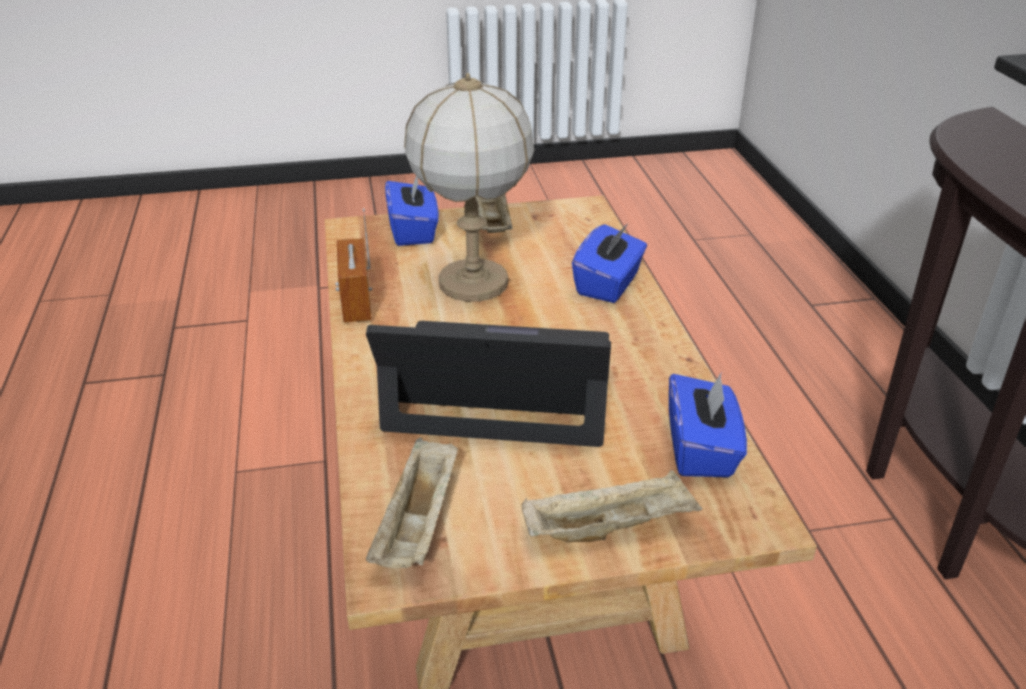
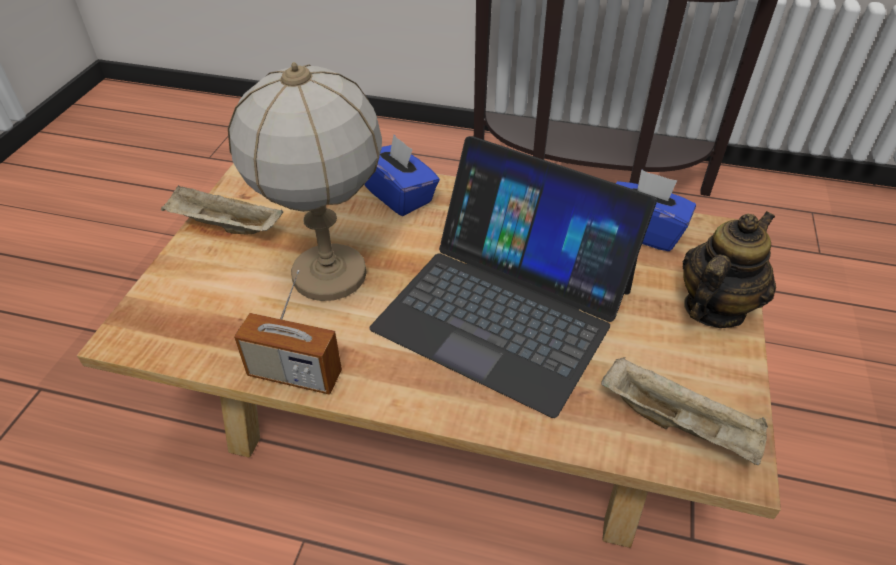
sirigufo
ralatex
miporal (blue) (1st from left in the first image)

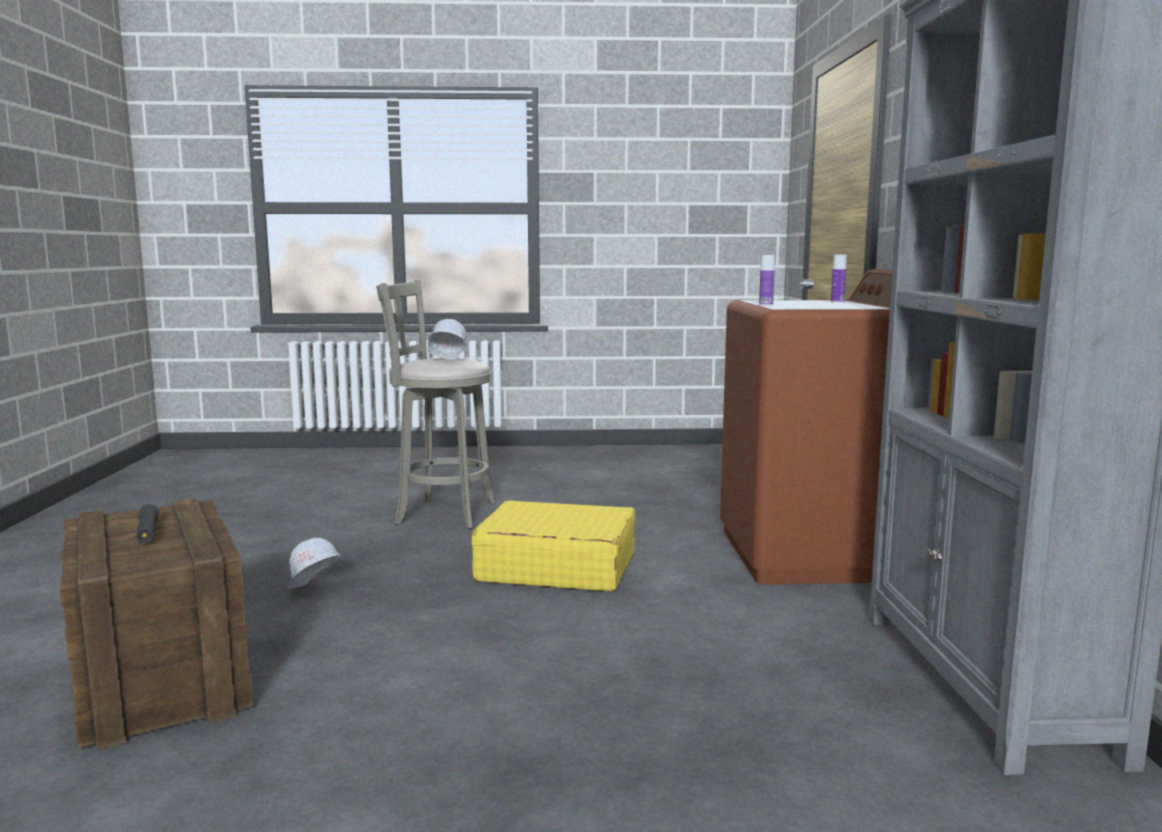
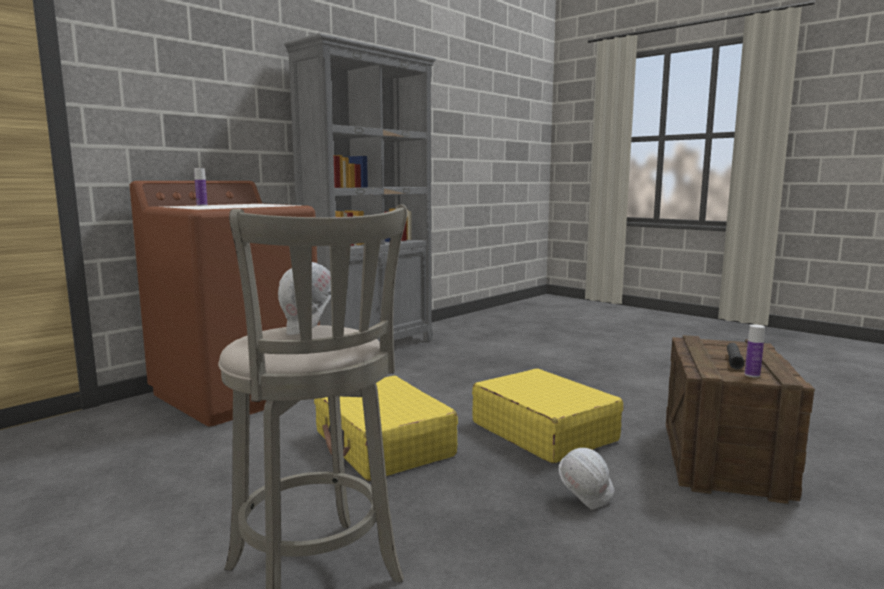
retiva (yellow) (2nd from left)
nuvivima (2nd from left)

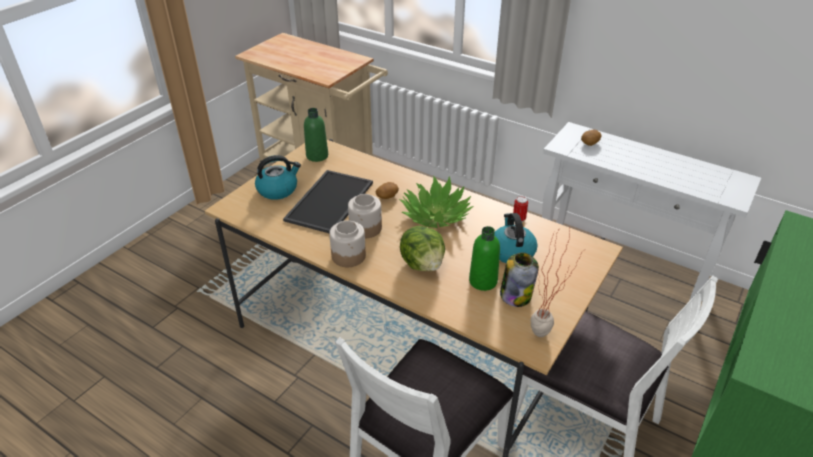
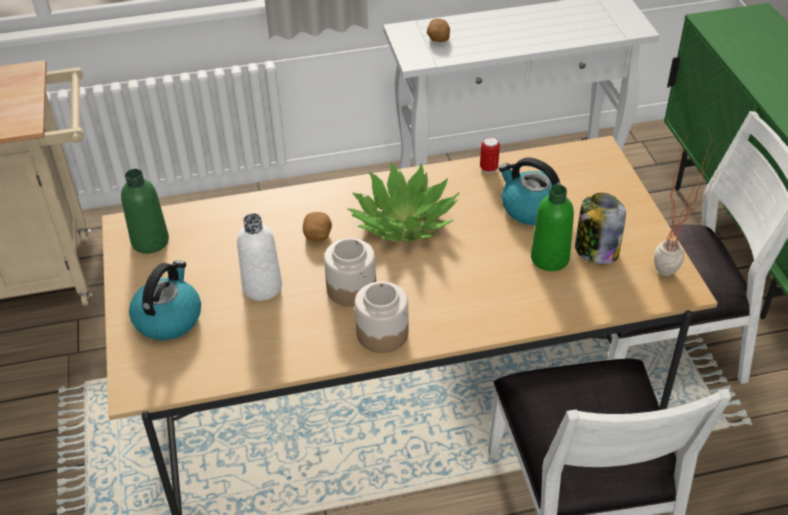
nuvivima (white)
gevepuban

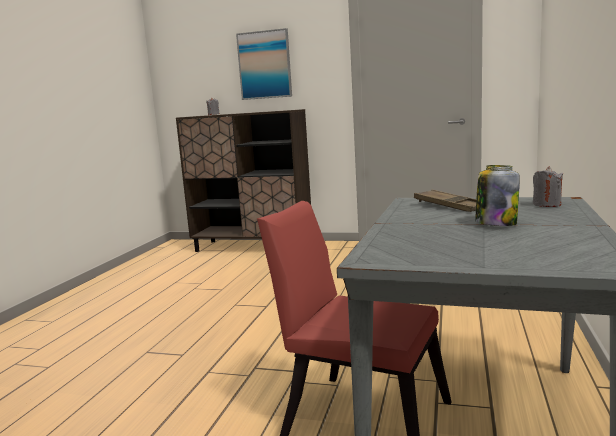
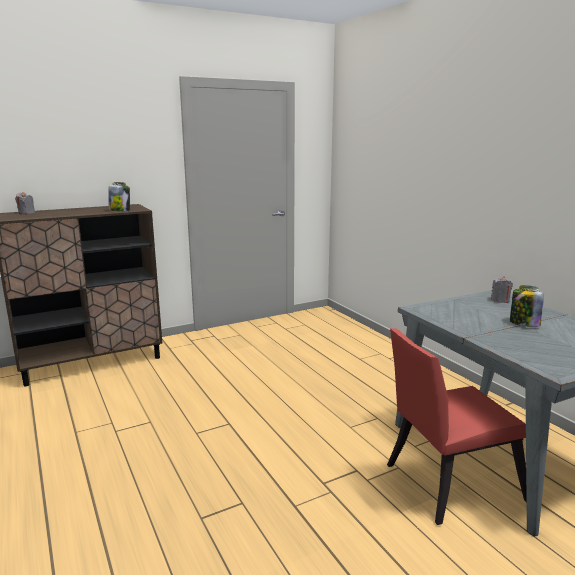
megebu (1st from left)
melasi
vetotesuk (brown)

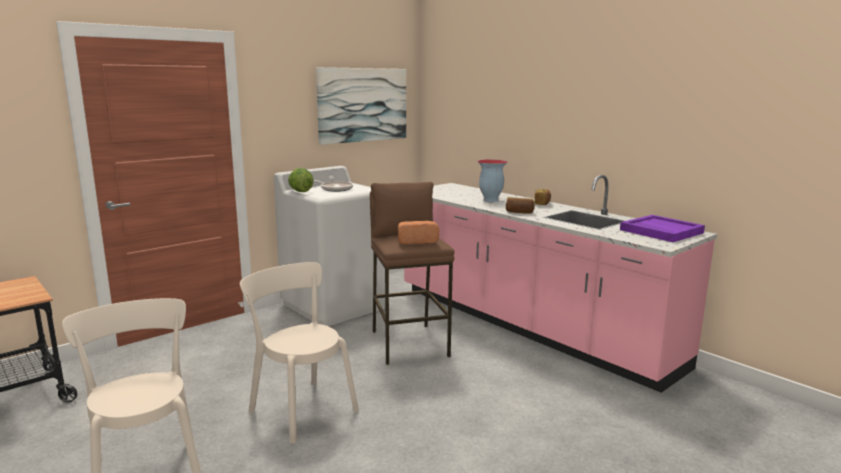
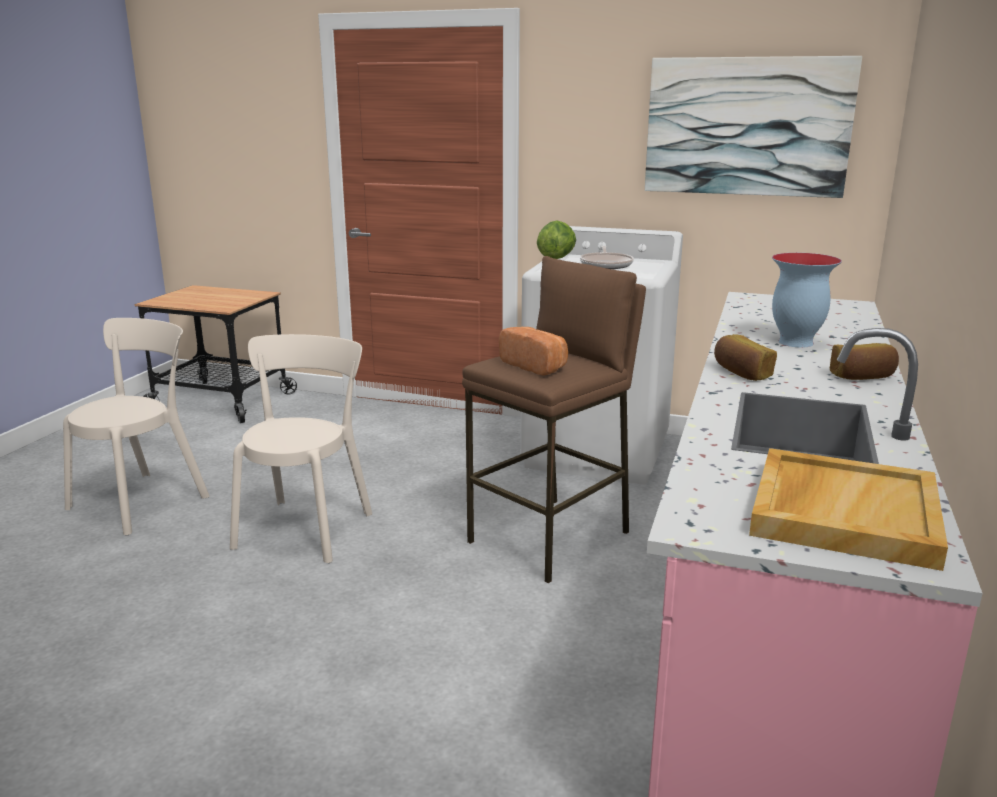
vetotesuk (beige)

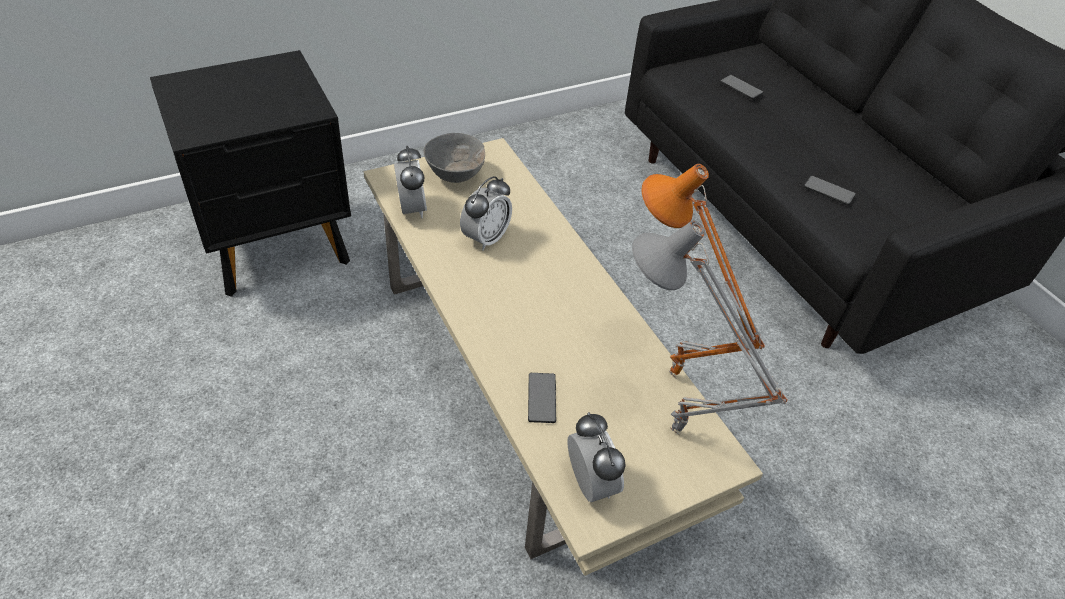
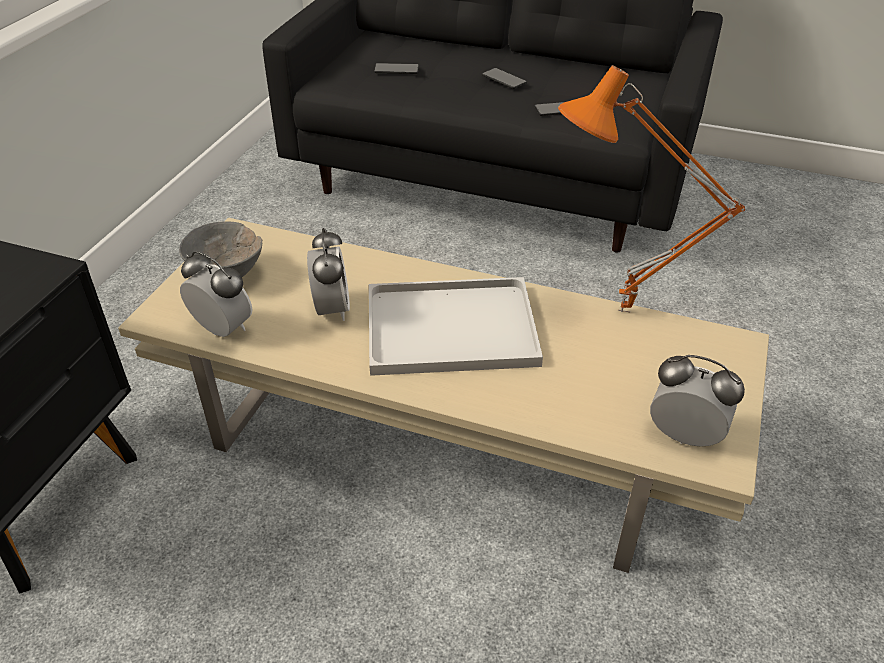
vetotesuk (white)
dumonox (2nd from left)
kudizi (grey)

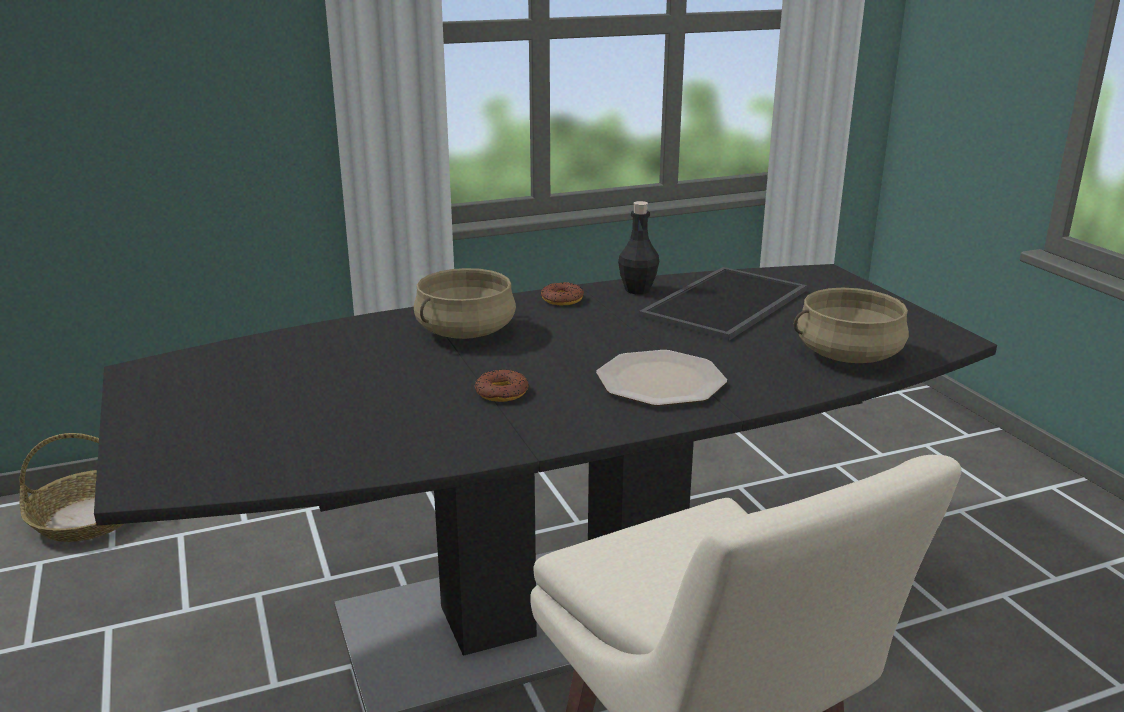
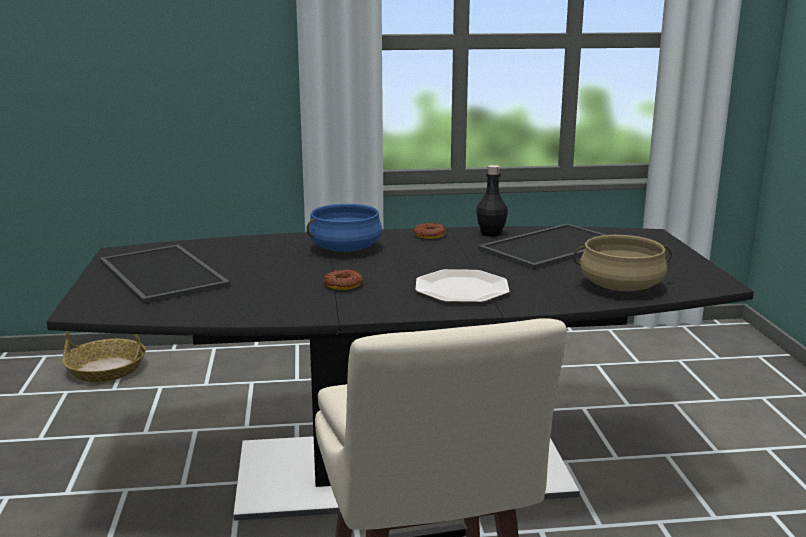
vetotesuk (1st from left)
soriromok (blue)

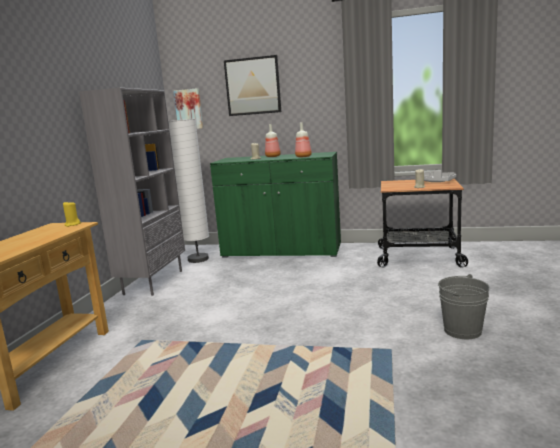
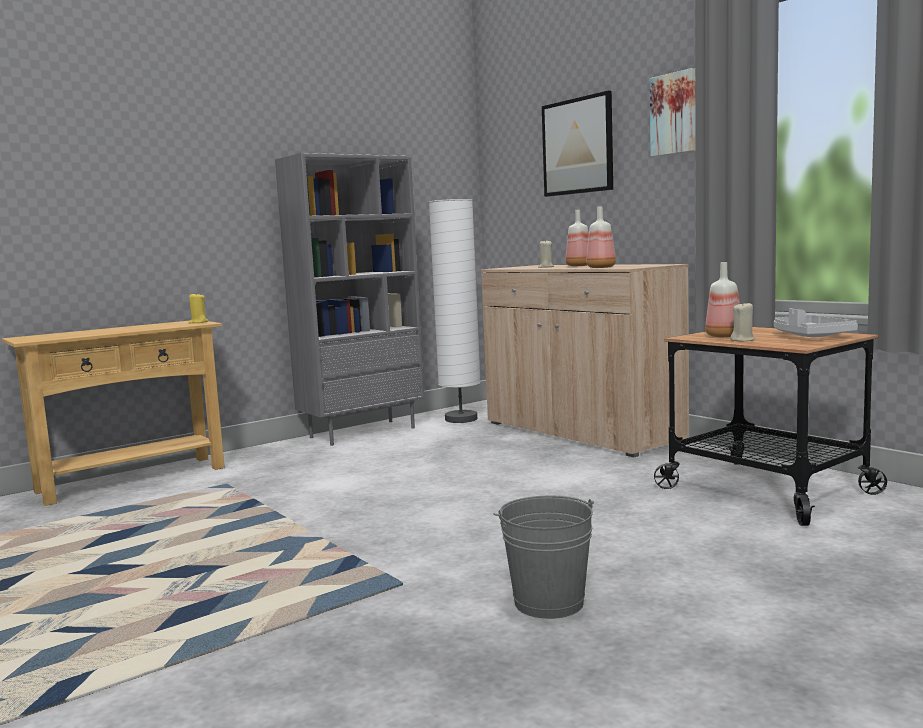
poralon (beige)
melasi (2nd from left)
nuvivima (3rd from left)

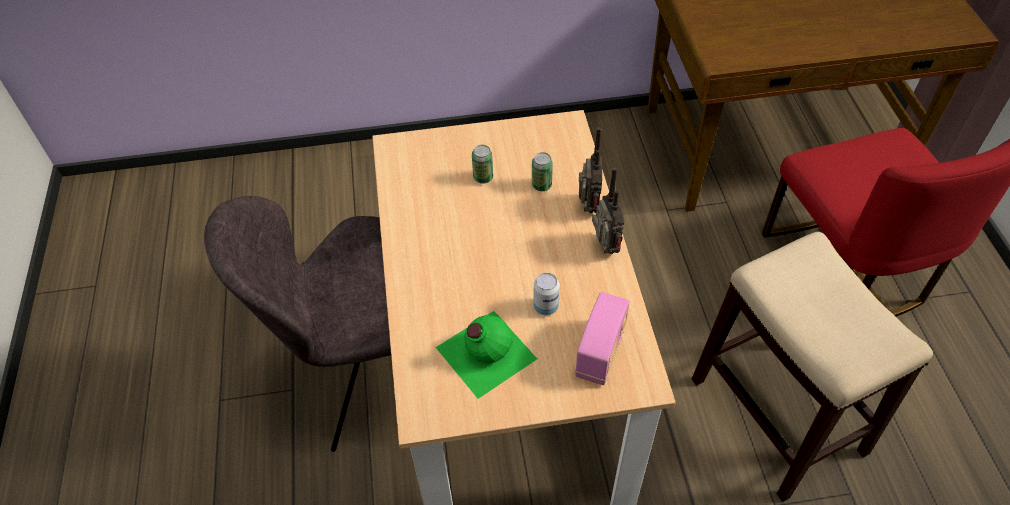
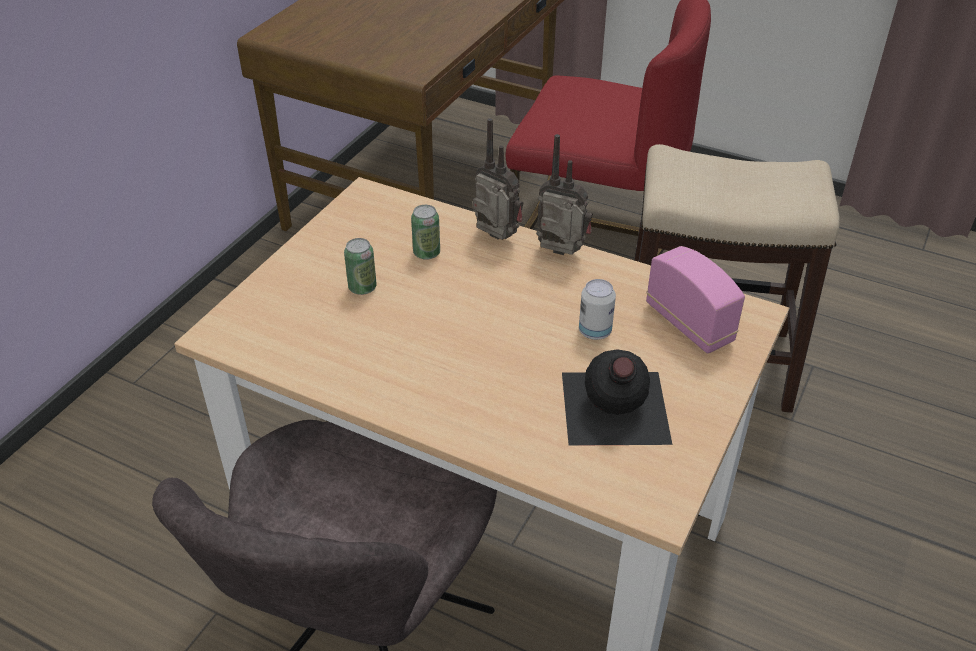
nuvivima (black)

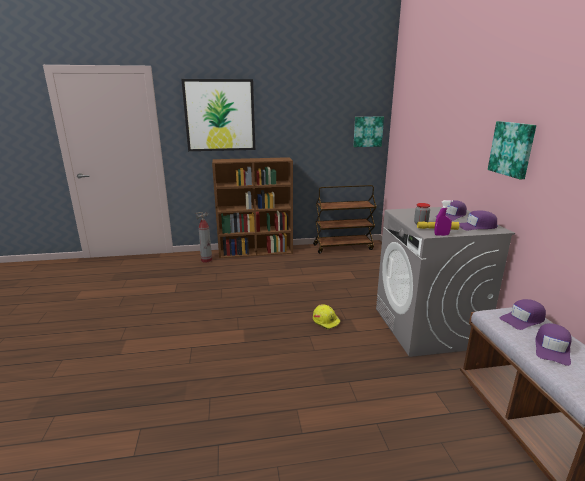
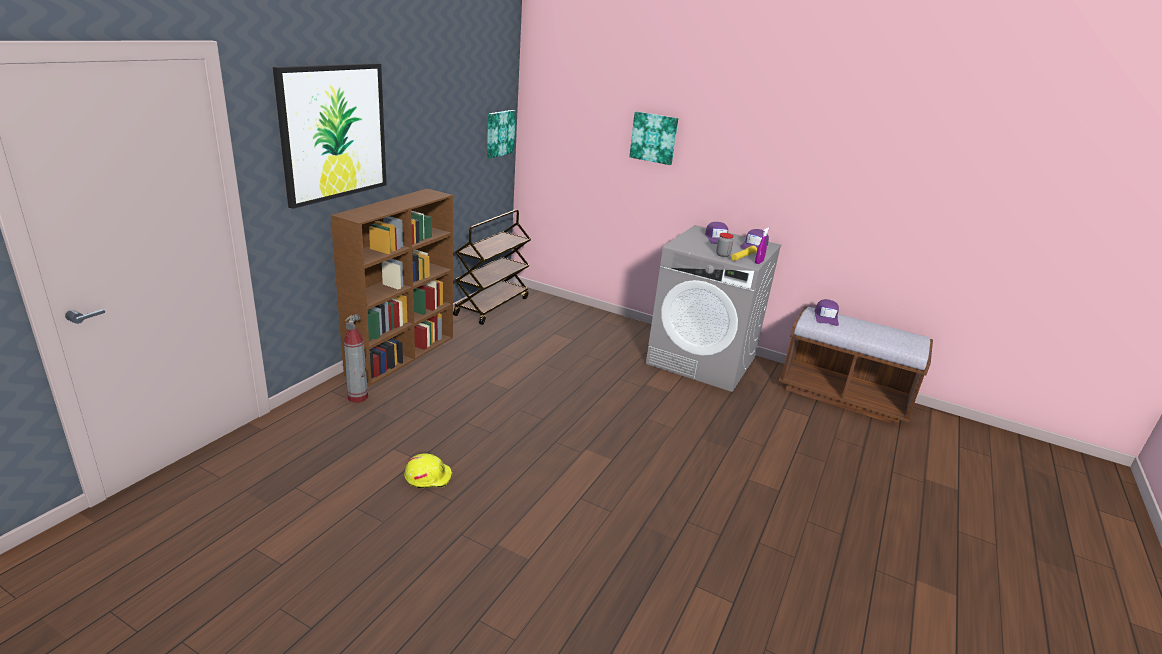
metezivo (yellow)
melasi (3rd from left)
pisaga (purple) (4th from left in the first image)

